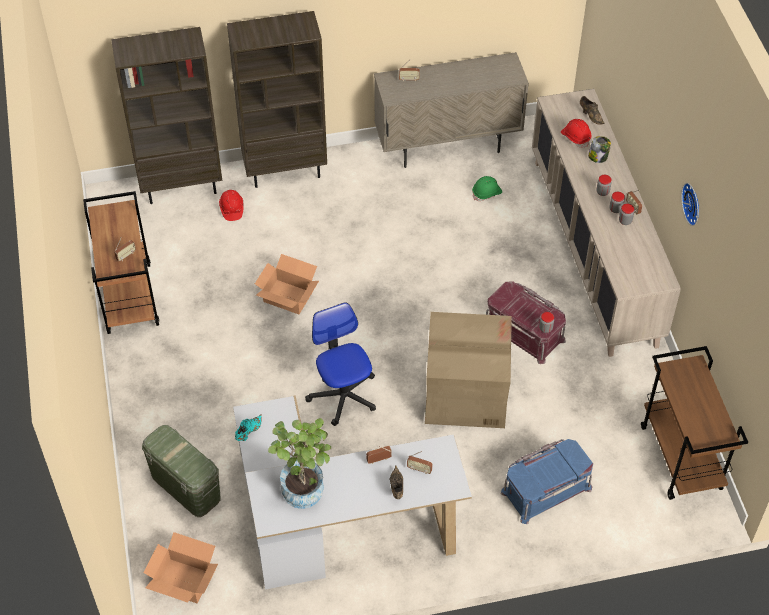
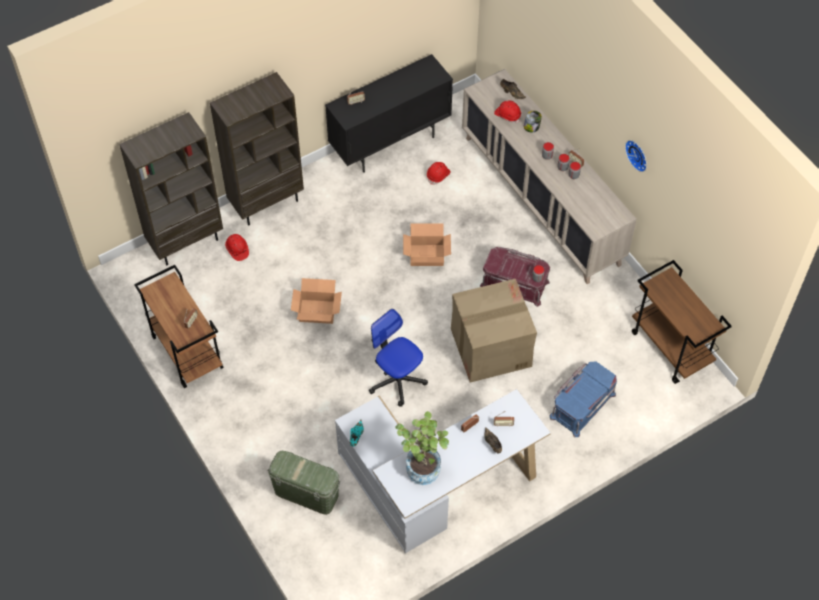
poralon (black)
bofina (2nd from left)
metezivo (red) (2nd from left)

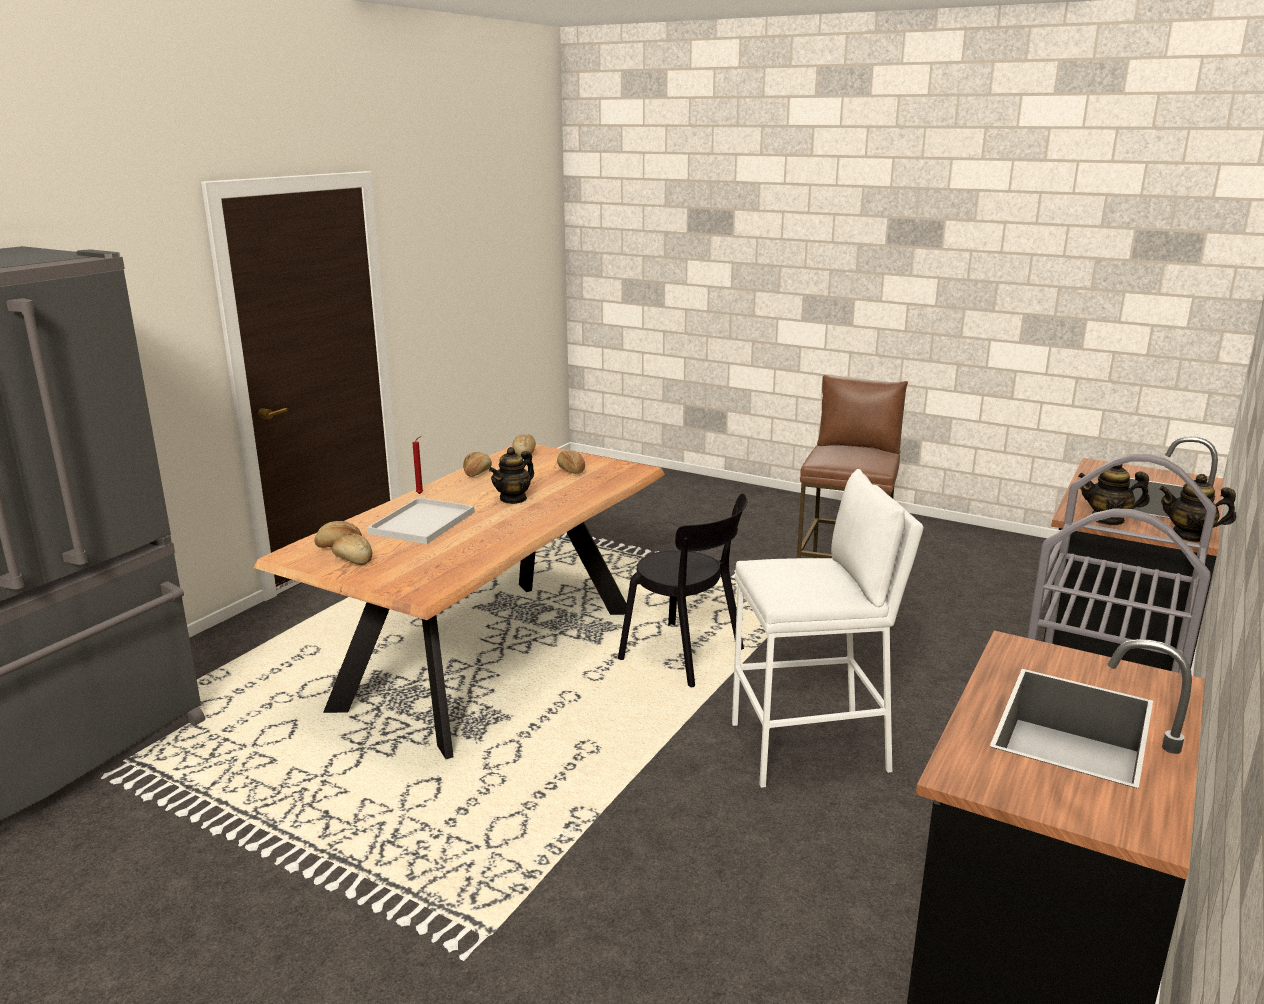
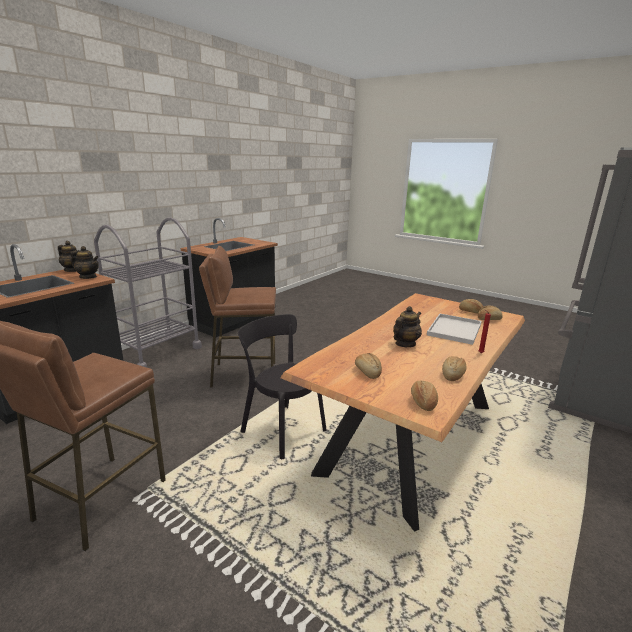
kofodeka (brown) (2nd from left)

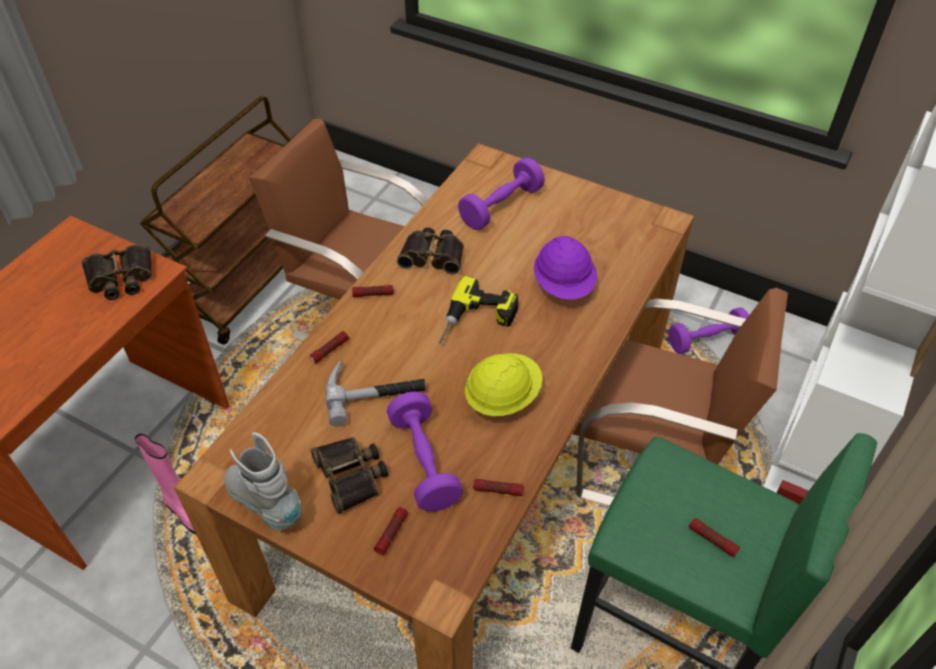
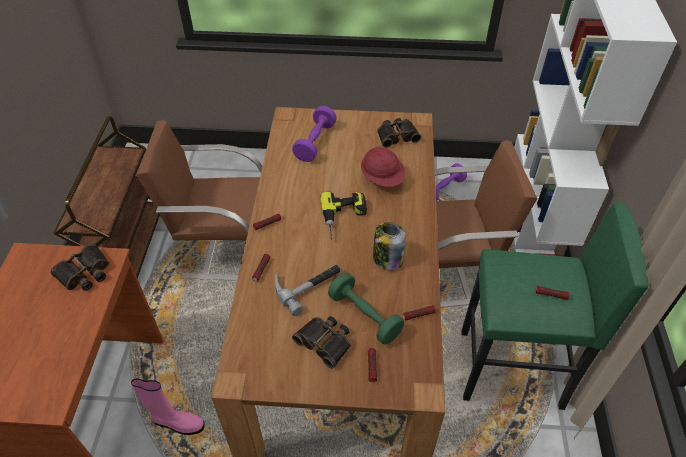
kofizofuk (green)
metezivo (red)
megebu
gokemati (3rd from left)
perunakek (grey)

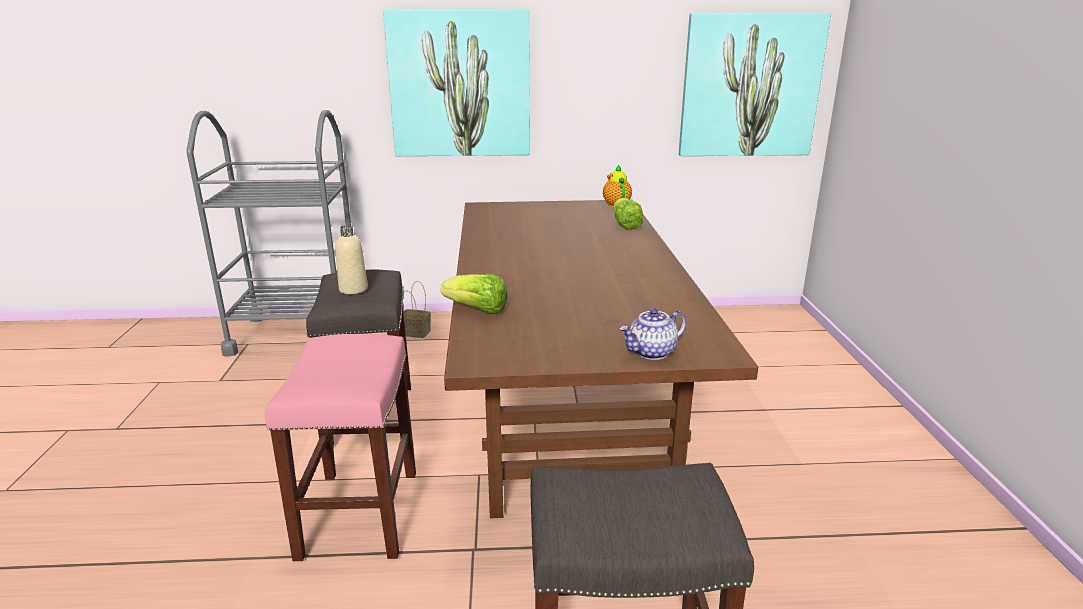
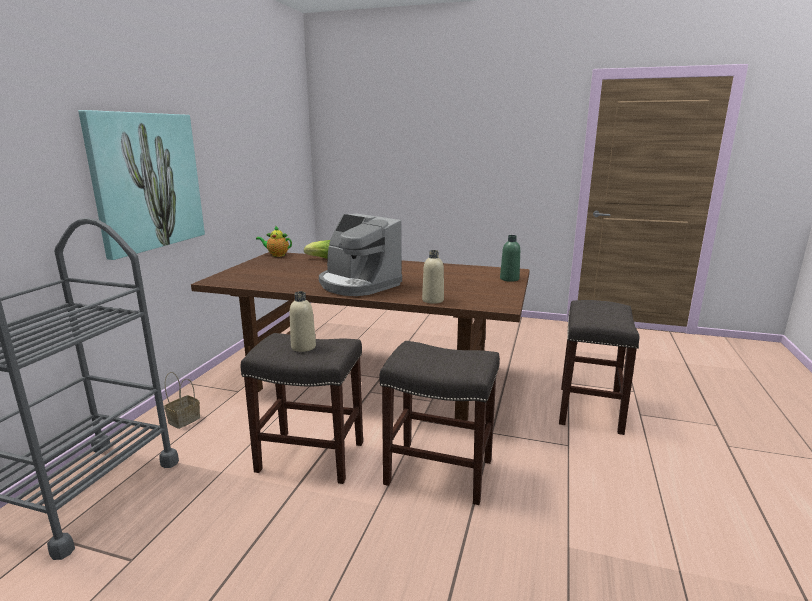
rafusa
kofodeka (grey) (2nd from left)
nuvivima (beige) (2nd from left)
nuvivima (green)
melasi (2nd from left in the first image)

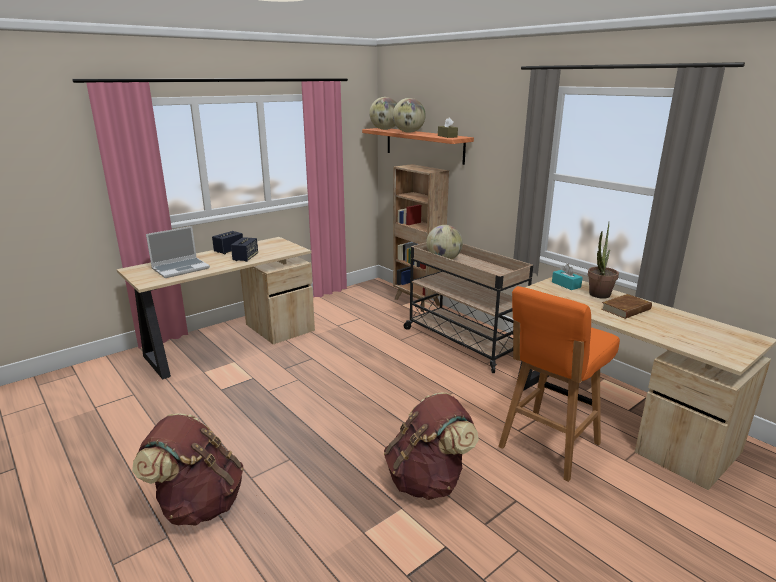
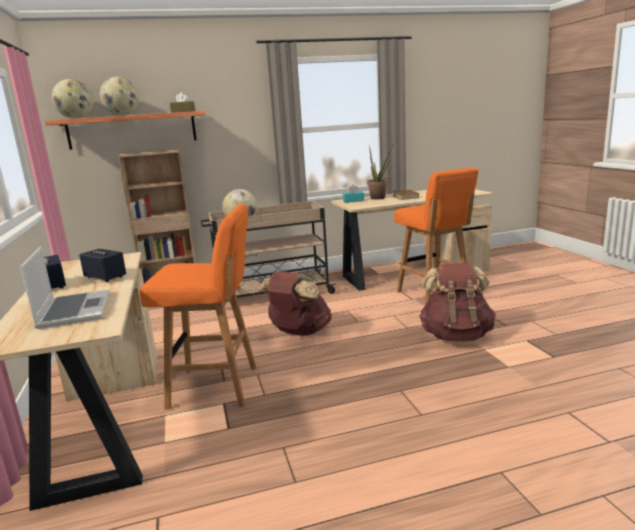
kofodeka (orange) (1st from left)
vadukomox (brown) (1st from left)

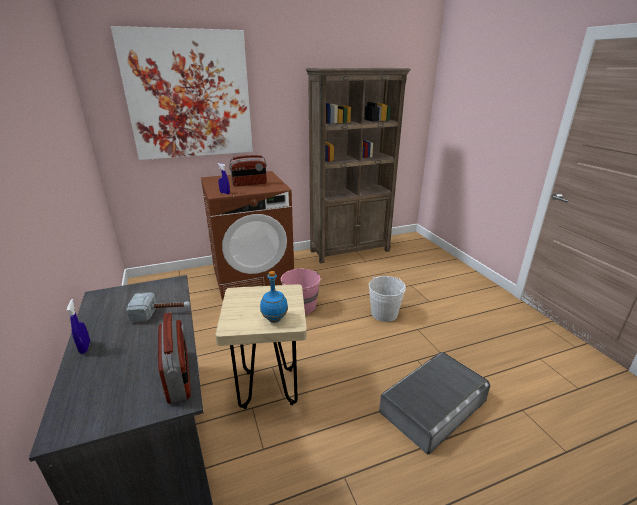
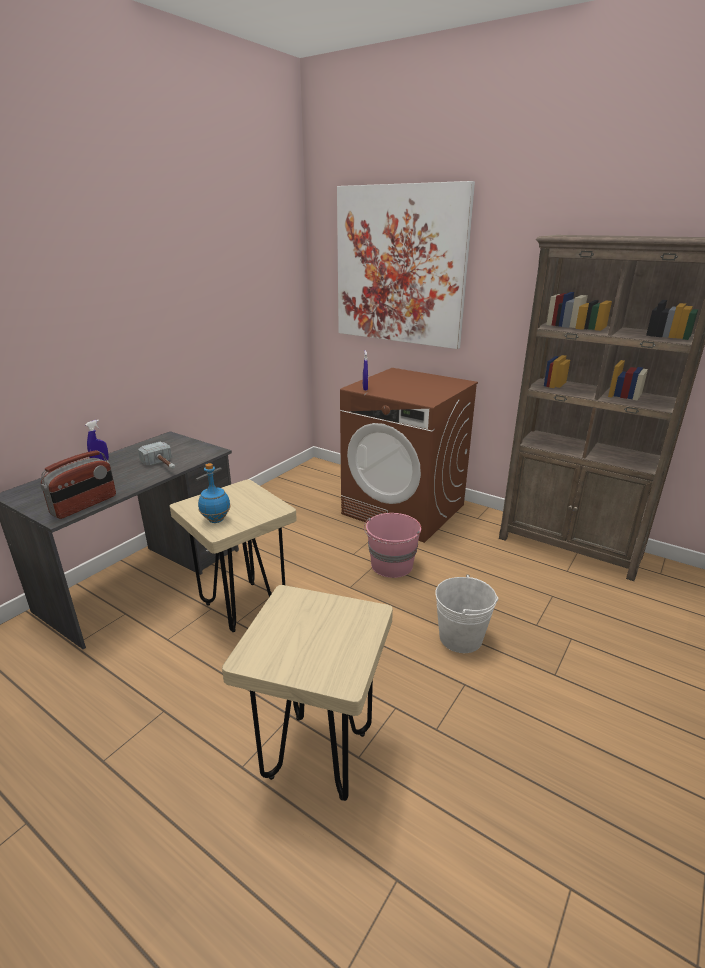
kofodeka (beige) (2nd from left)
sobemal (2nd from left in the first image)

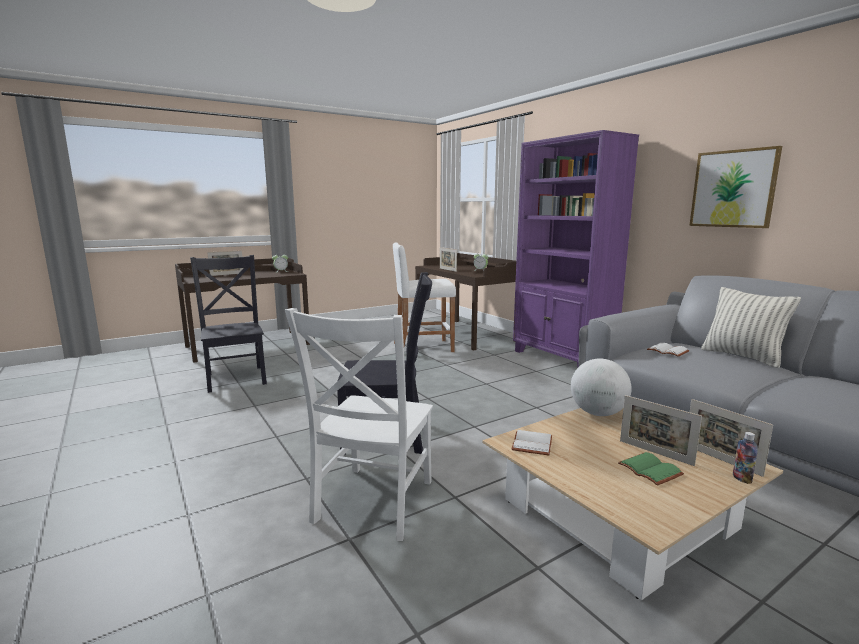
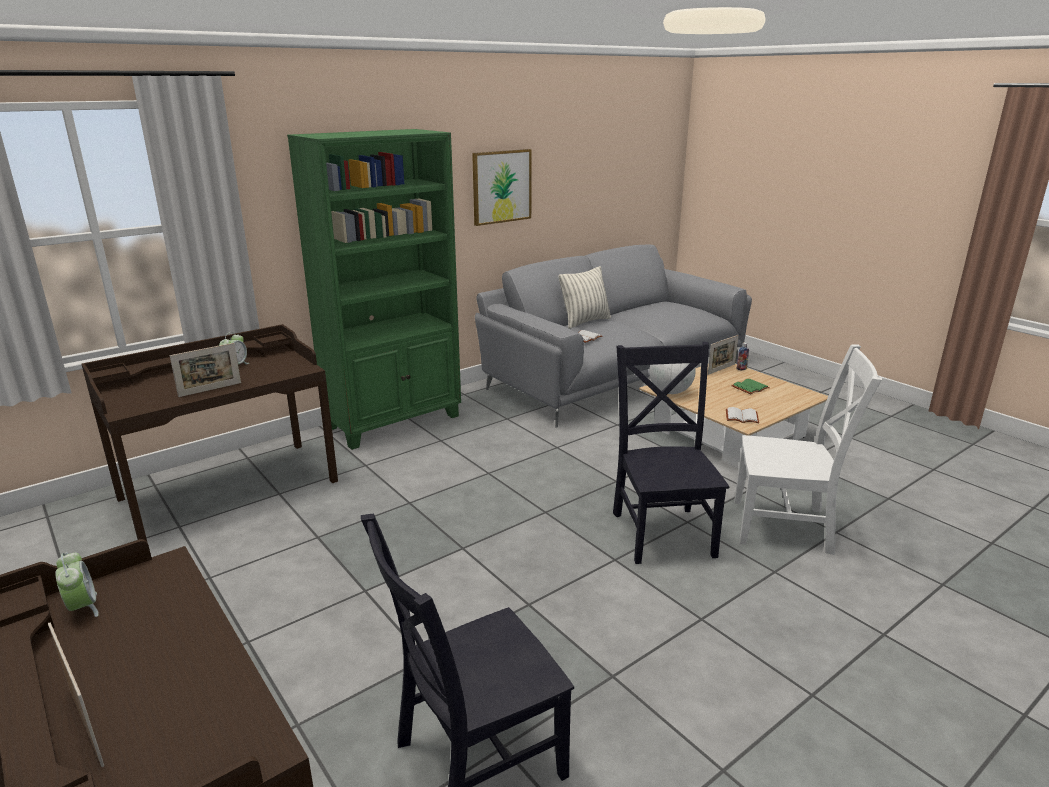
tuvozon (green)
kofodeka (white)
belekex (3rd from left in the first image)

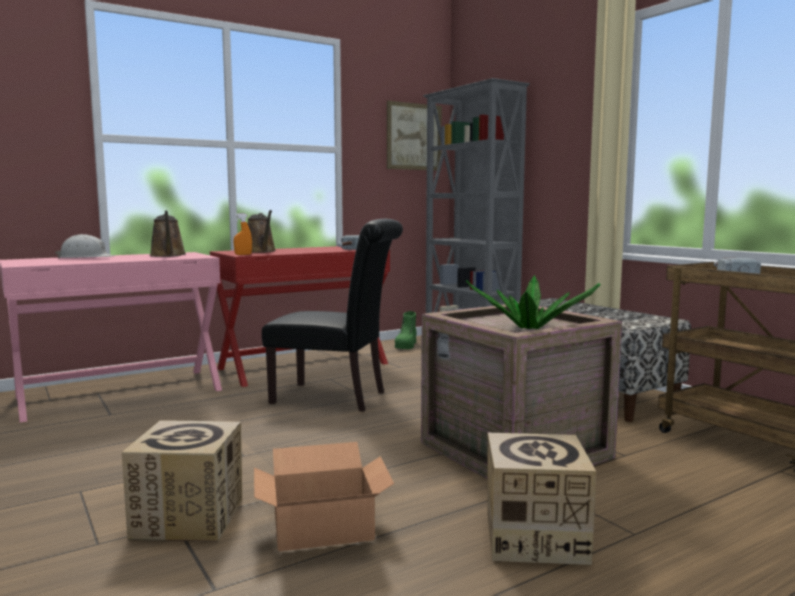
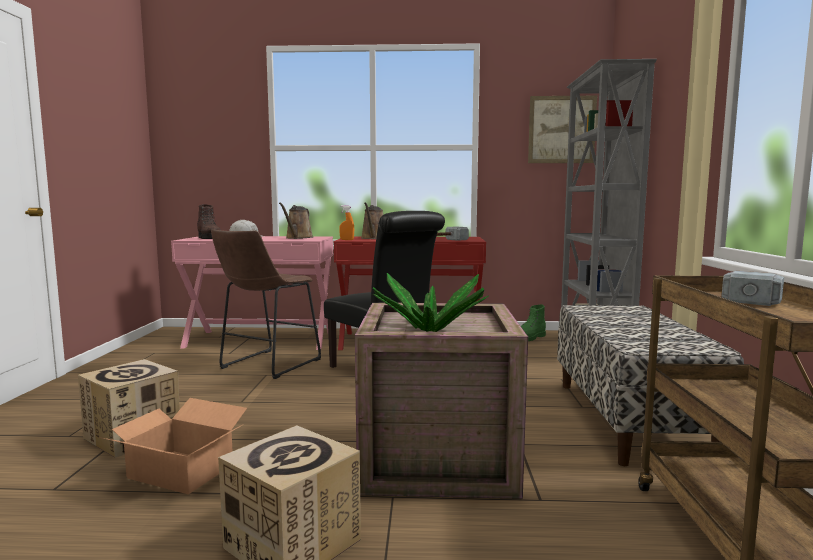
perunakek (brown)
kofodeka (brown)

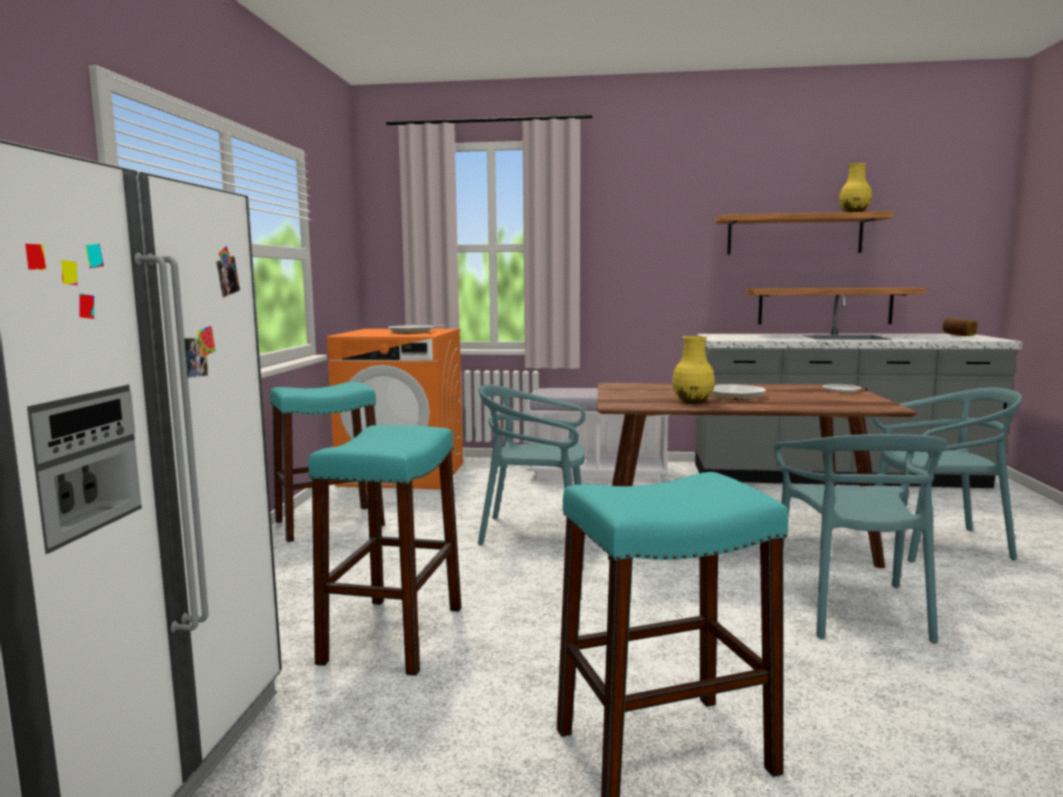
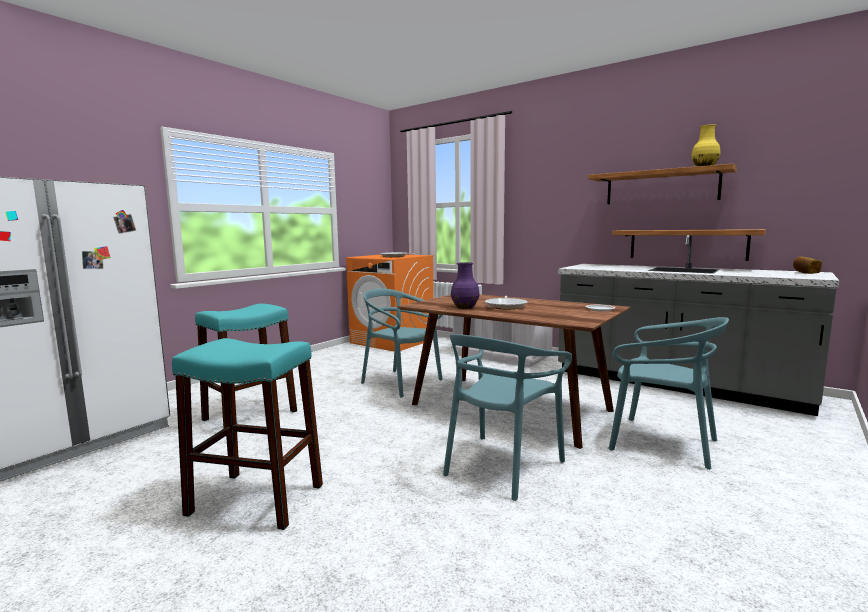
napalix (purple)
kofodeka (turquoise) (1st from left in the first image)

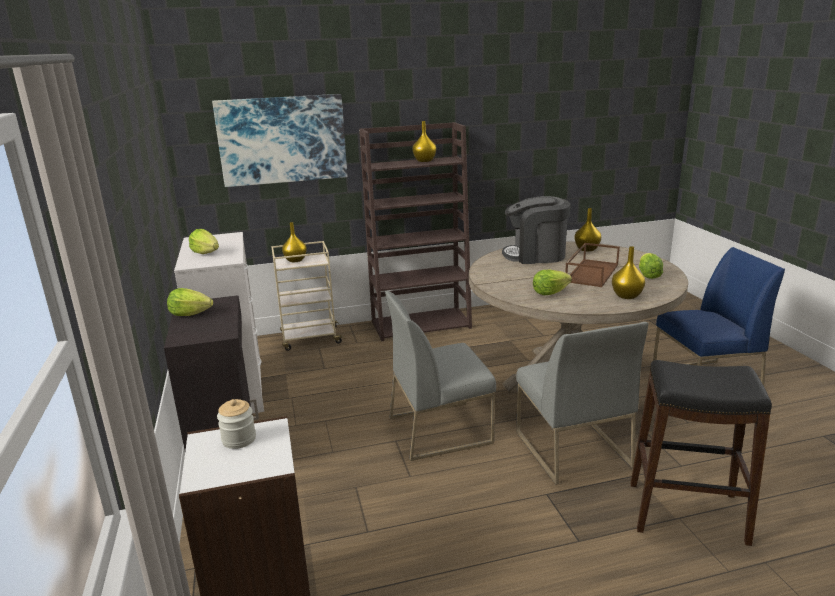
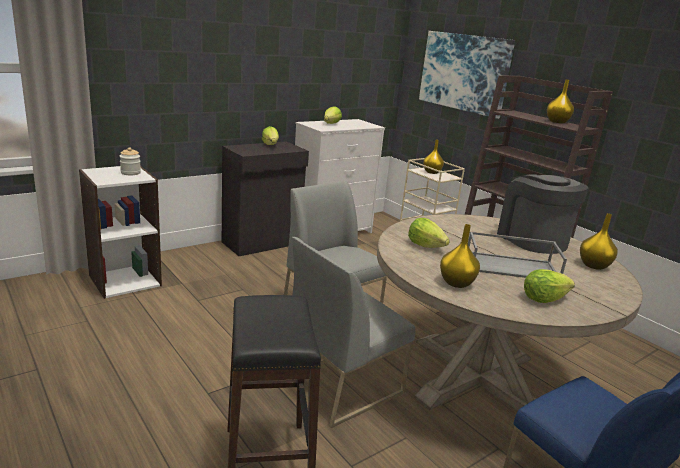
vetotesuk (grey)

